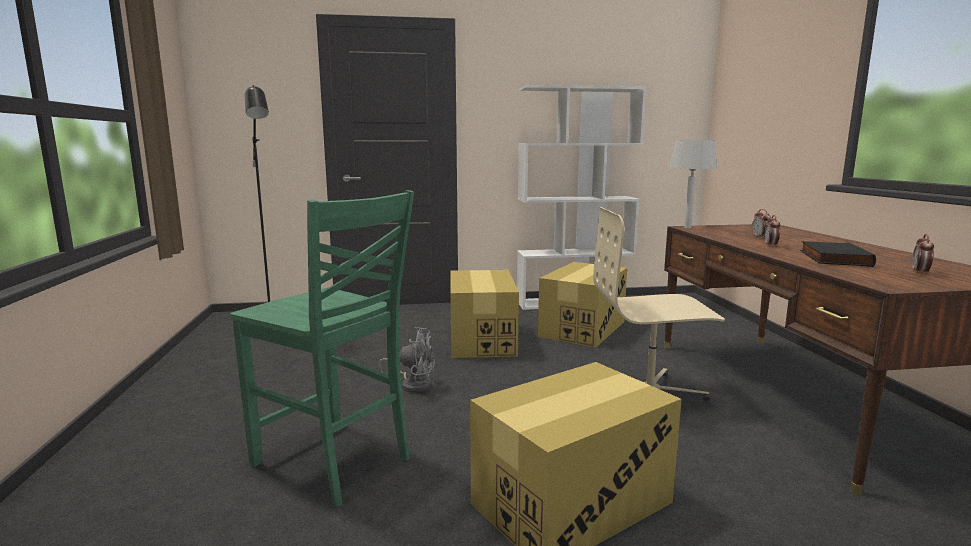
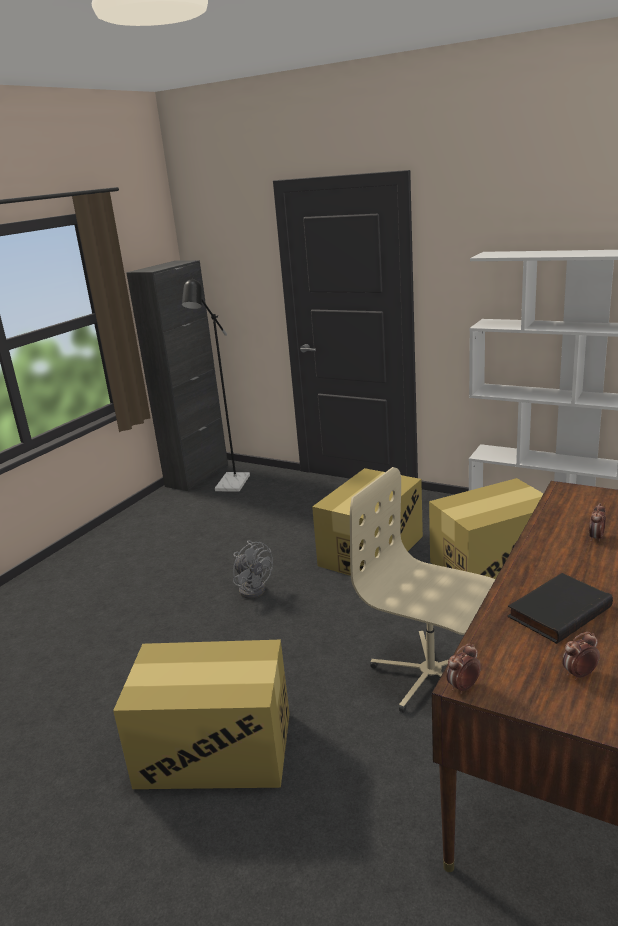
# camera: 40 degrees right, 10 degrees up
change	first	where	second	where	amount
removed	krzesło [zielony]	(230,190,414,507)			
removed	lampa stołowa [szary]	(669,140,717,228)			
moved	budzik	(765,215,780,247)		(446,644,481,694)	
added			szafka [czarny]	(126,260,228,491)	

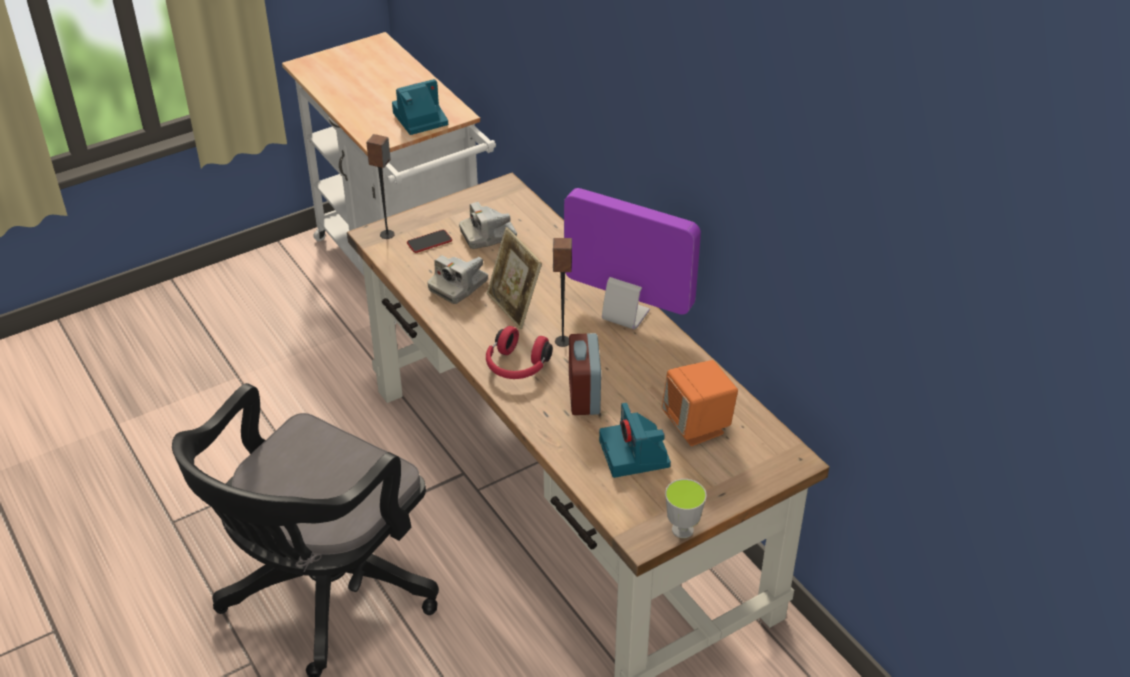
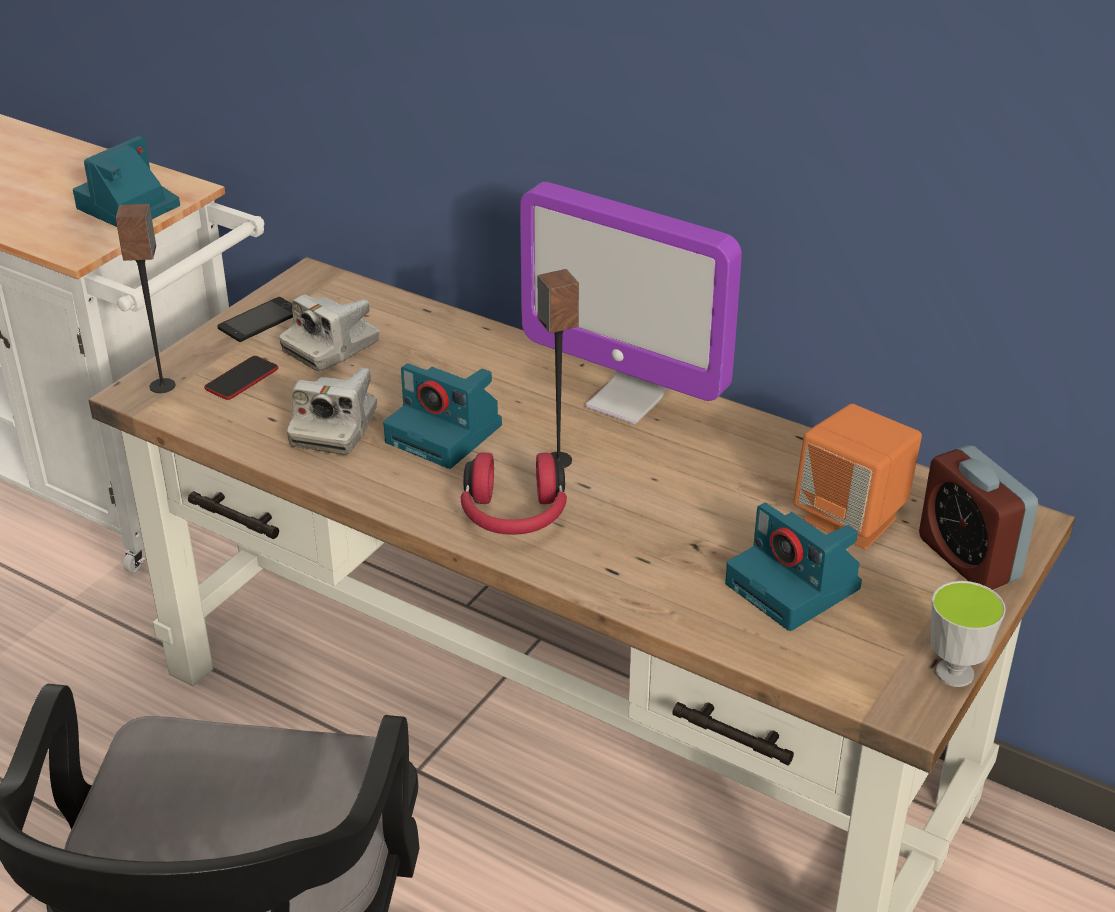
# camera: 25 degrees left, 5 degrees down
change	first	where	second	where	amount
replaced	ramka na zdjęcie	(487,227,542,329)	aparat fotograficzny	(383,363,502,469)	
turned	monitor	(564,188,701,330)		(520,182,742,425)	150 degrees counterclockwise
moved	budzik	(569,333,601,415)		(919,445,1038,590)	
added			telefon	(217,297,293,342)	

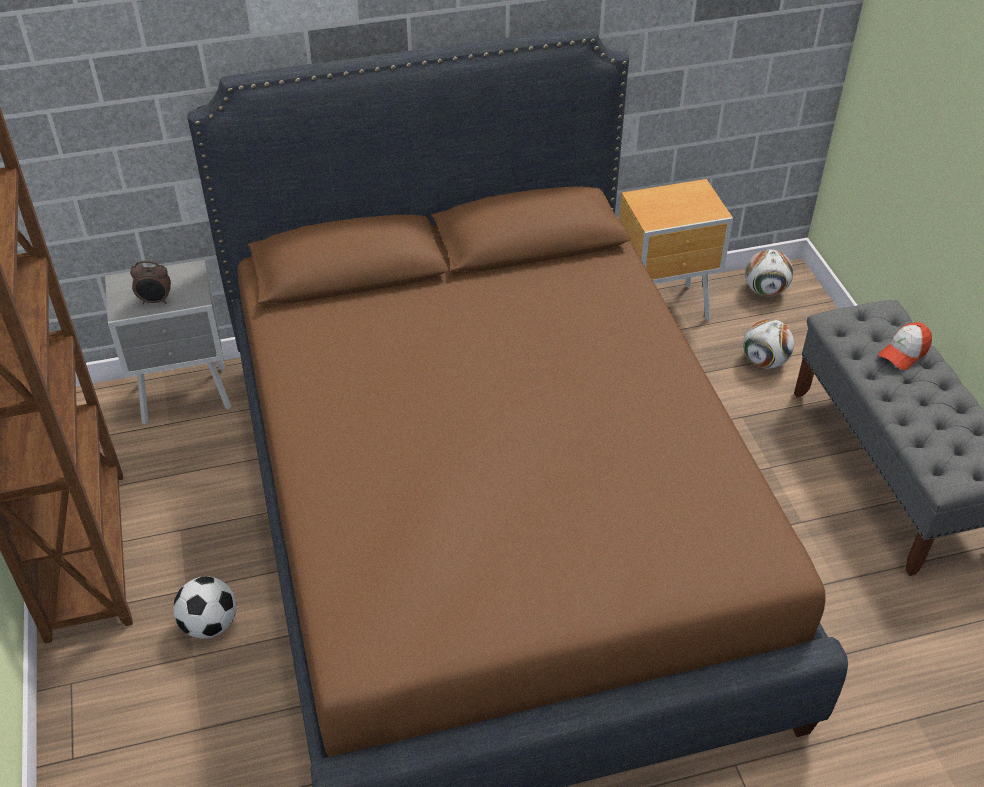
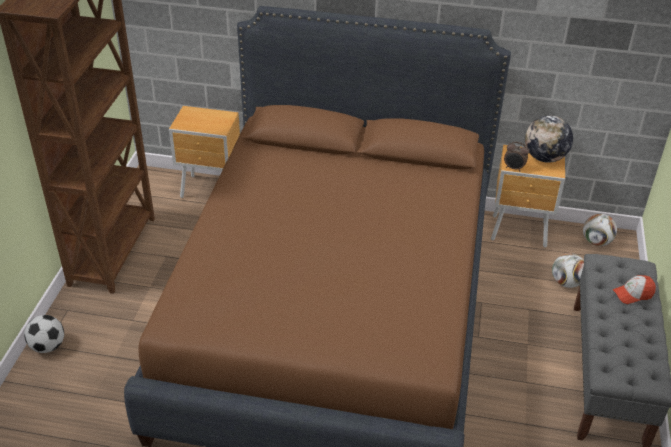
# camera: 25 degrees right, 5 degrees down
change	first	where	second	where	amount
recoloured	szafka nocna [szary]	(105,260,232,425)	szafka nocna [brązowy]	(169,106,240,198)	
moved	budzik	(130,260,171,304)		(504,141,529,171)	
moved	piłka futbolowa	(173,576,236,639)		(24,315,64,353)	
added			globus	(525,115,573,163)	

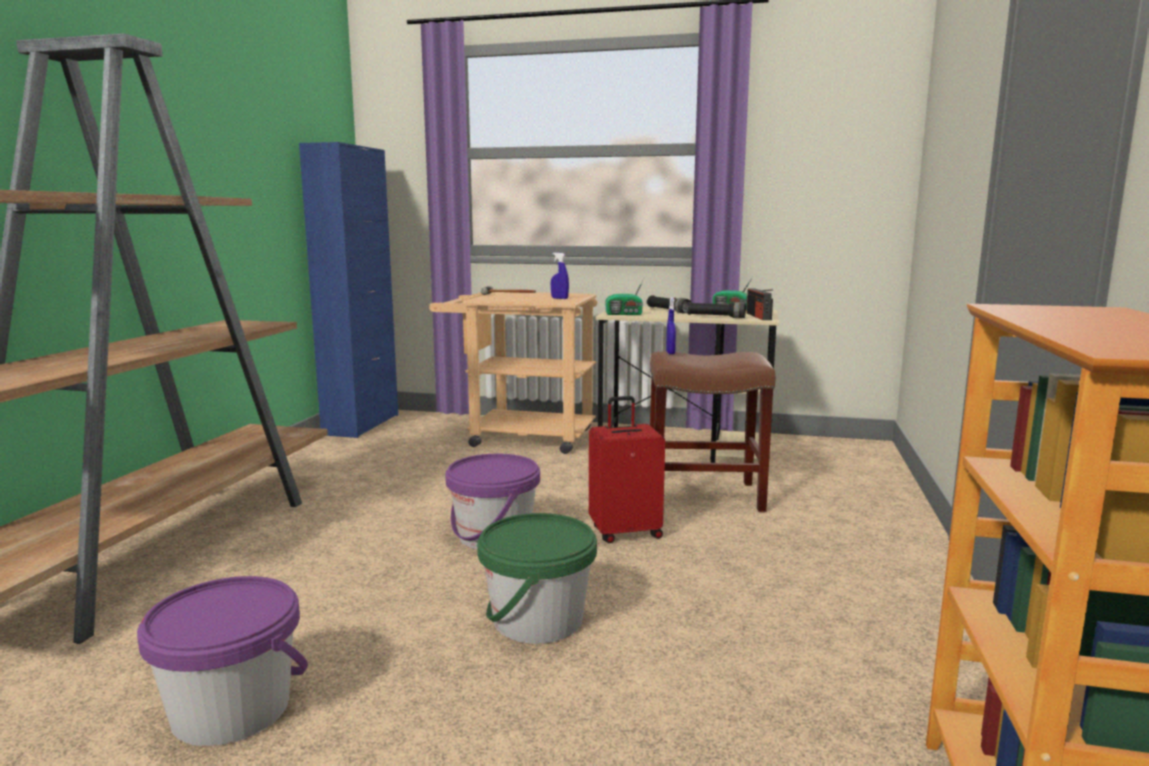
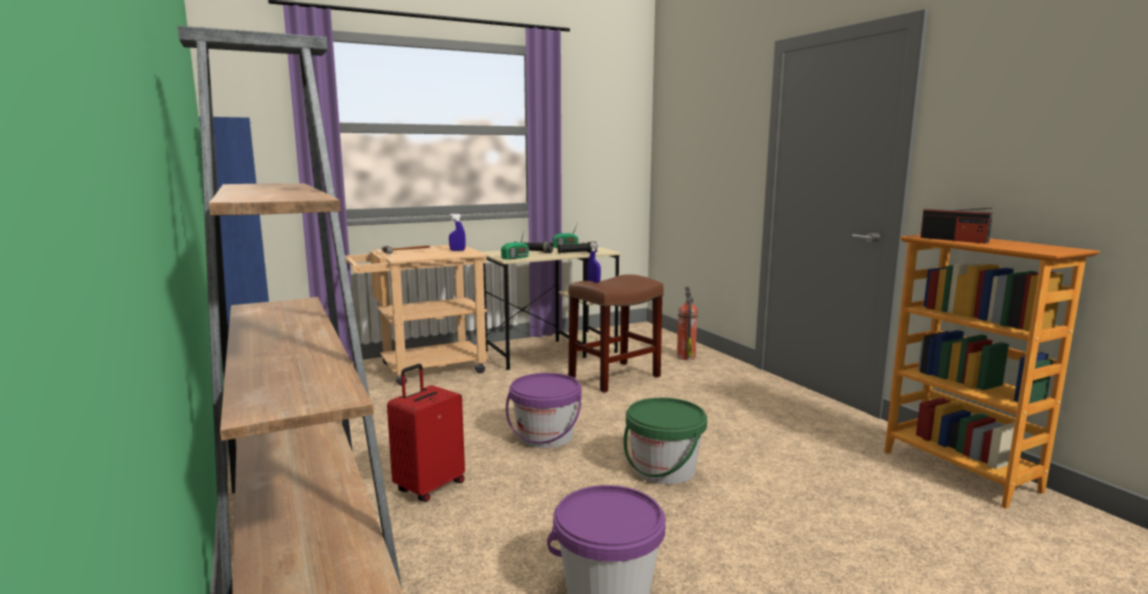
# camera: 40 degrees left, 0 degrees up
change	first	where	second	where	amount
moved	walizka [czerwony]	(589,396,665,543)		(387,364,465,502)	
moved	radio	(747,288,773,320)		(920,207,993,244)	
added			gaśnica	(677,287,698,360)	

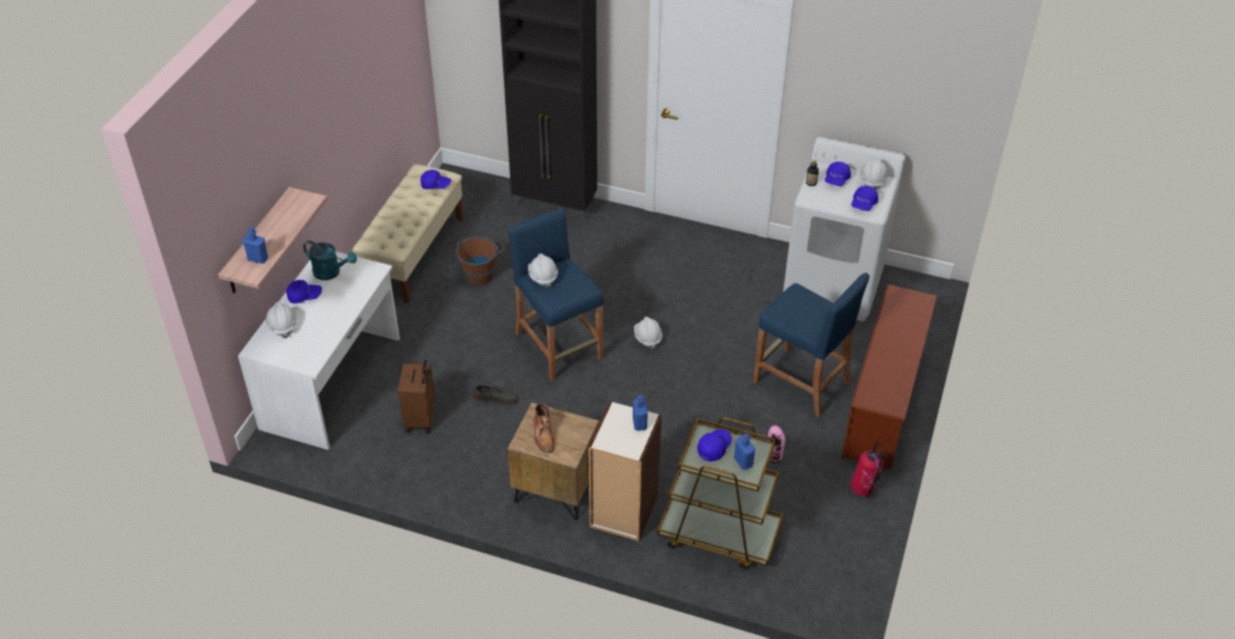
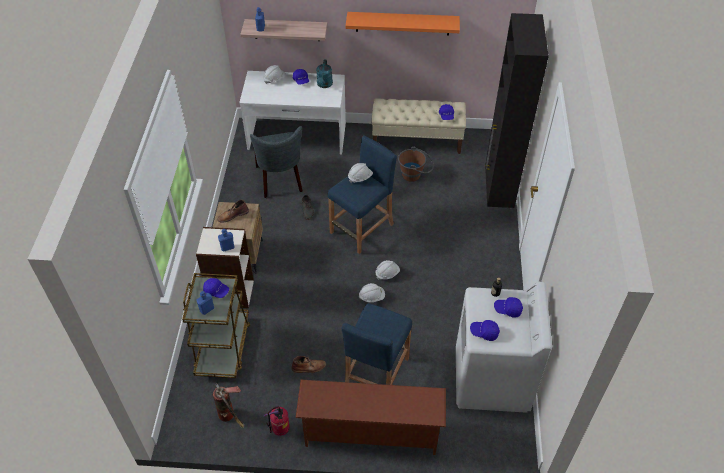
# camera: 75 degrees right, 5 degrees up
change	first	where	second	where	amount
replaced	walizka [brązowy]	(398,359,435,433)	krzesło [szary]	(250,126,302,198)	
recoloured	but z cholewką [różowy]	(768,426,785,464)	but z cholewką [brązowy]	(292,356,326,373)	
moved	kask [biały]	(859,157,888,190)		(359,283,385,302)	
added			gaśnica	(213,383,245,428)	
added			półka [pomarańczowy]	(346,12,460,36)	

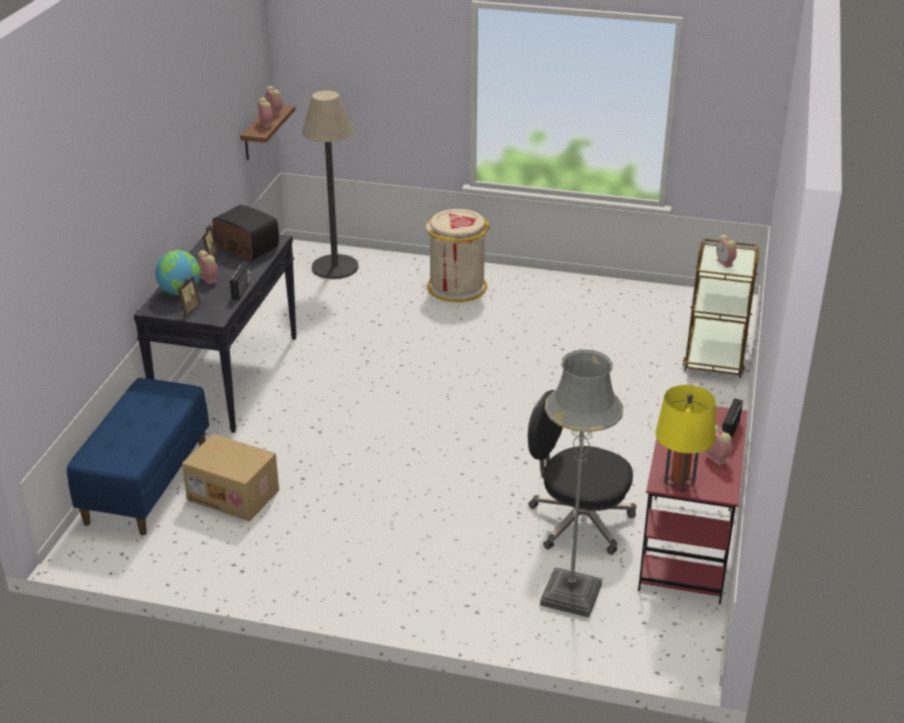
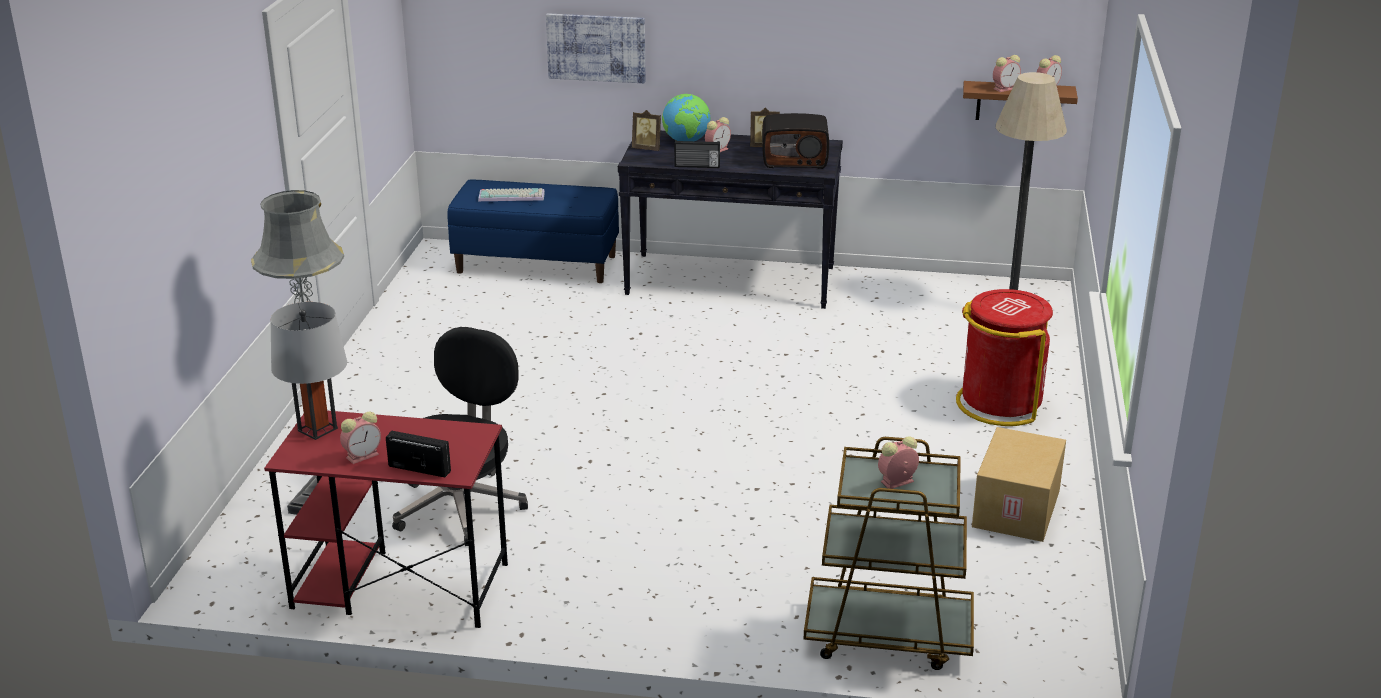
# camera: 85 degrees right, 5 degrees down
change	first	where	second	where	amount
moved	karton	(182,434,279,521)		(972,427,1066,542)	
turned	radio	(213,205,279,261)		(762,113,829,169)	60 degrees clockwise
recoloured	kosz na śmieci [beżowy]	(425,209,490,302)	kosz na śmieci [czerwony]	(956,289,1053,426)	
recoloured	lampa stołowa [żółty]	(655,385,715,492)	lampa stołowa [szary]	(270,302,347,440)	
added			klawiatura	(478,188,545,201)	
added			obraz	(546,13,646,83)	

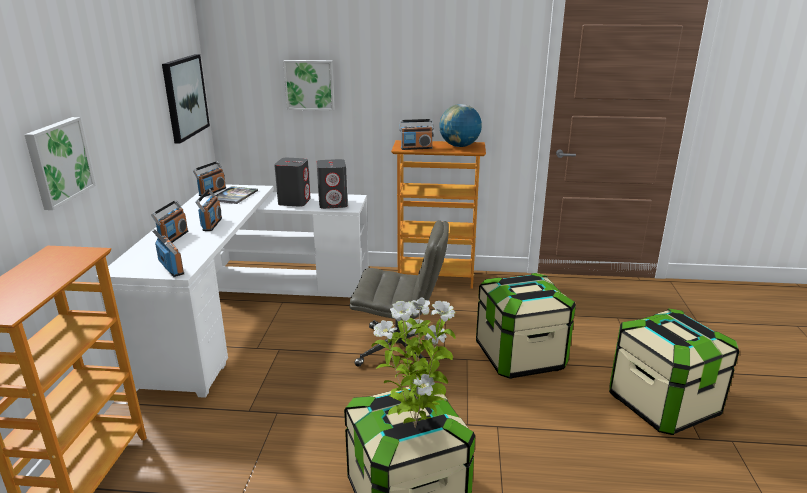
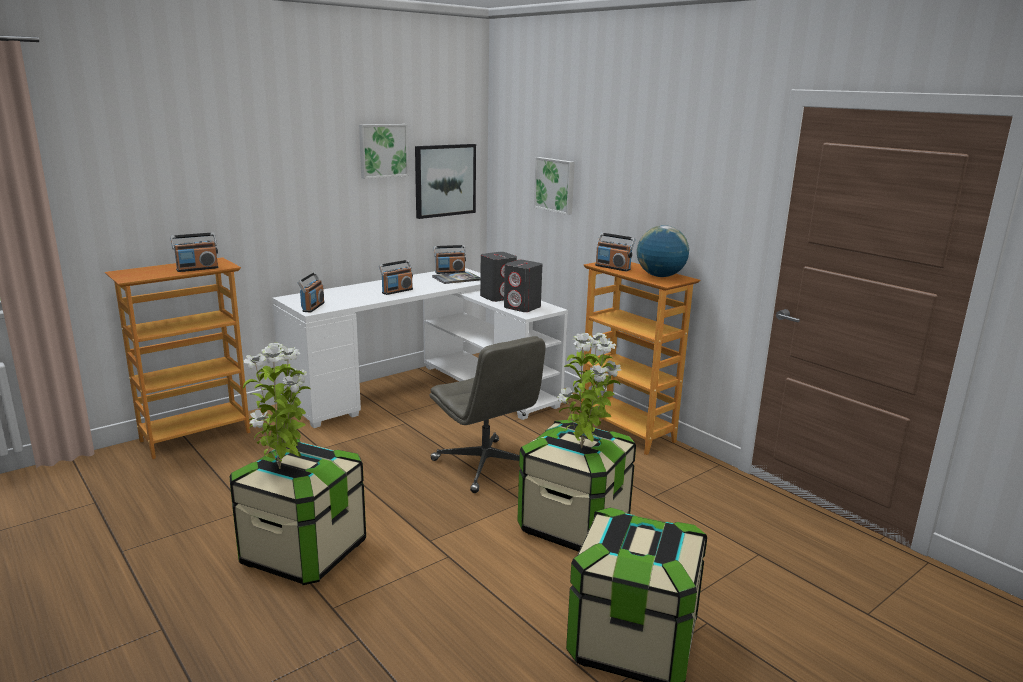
# camera: 45 degrees right, 5 degrees down
change	first	where	second	where	amount
moved	obraz	(24,117,96,210)		(359,124,409,179)	
moved	radio	(151,200,188,243)		(171,232,219,272)	
added			roślina doniczkowa	(557,333,621,448)	

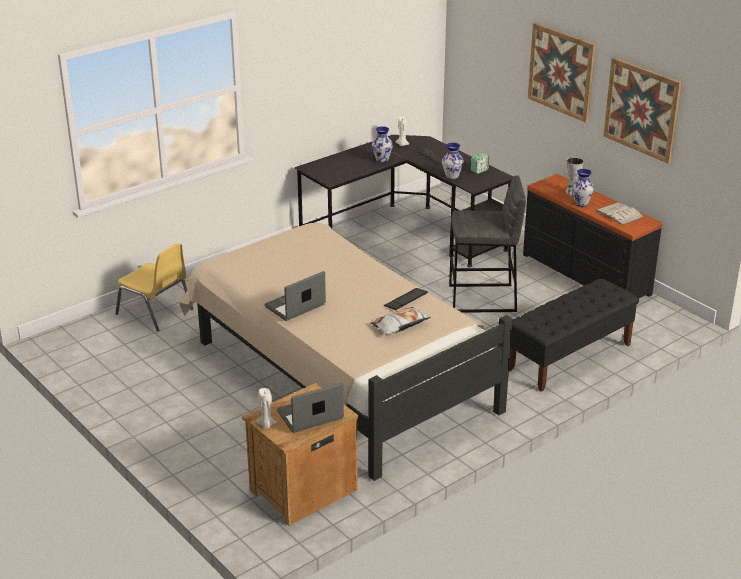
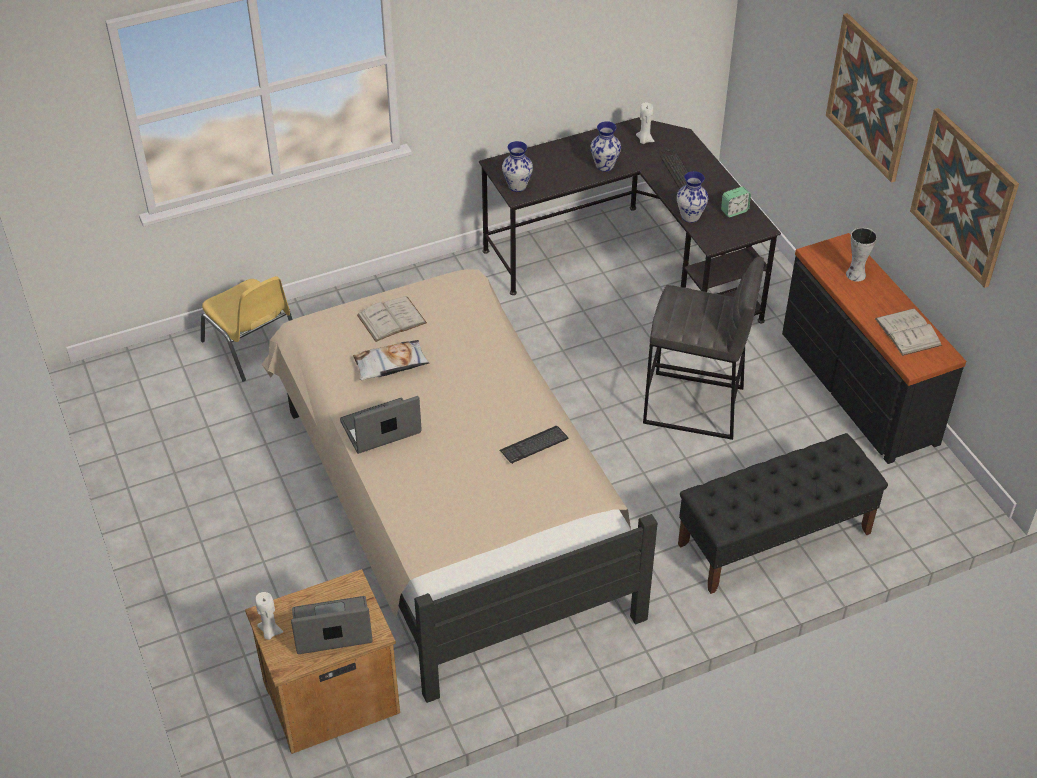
# camera: 15 degrees right, 15 degrees up
change	first	where	second	where	amount
moved	poduszka	(370,307,431,335)		(353,340,430,380)	
moved	wazon	(571,169,594,207)		(502,141,533,192)	
added			książka [biały]	(357,296,427,342)	

